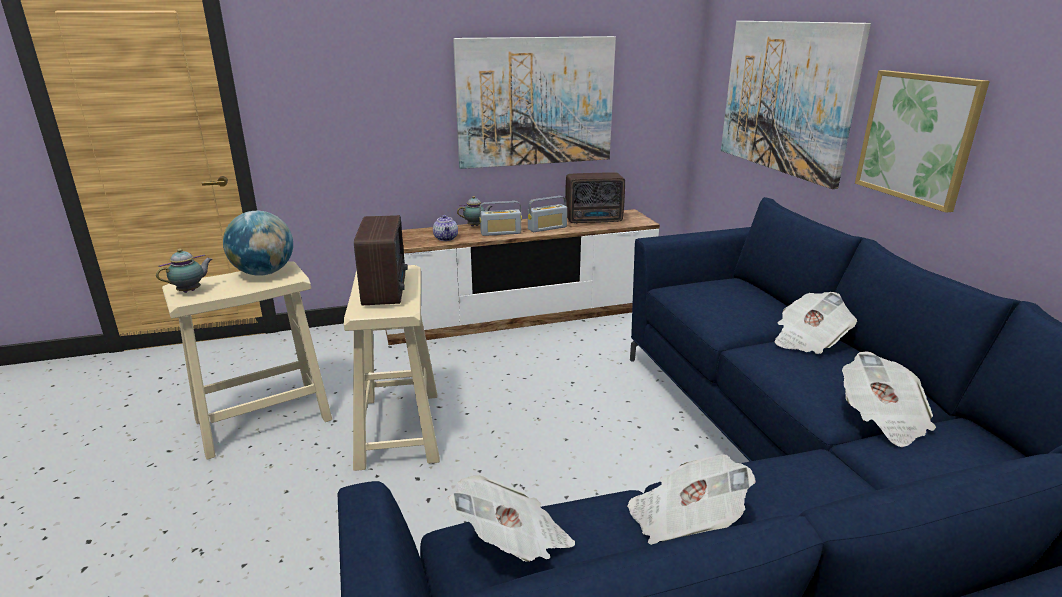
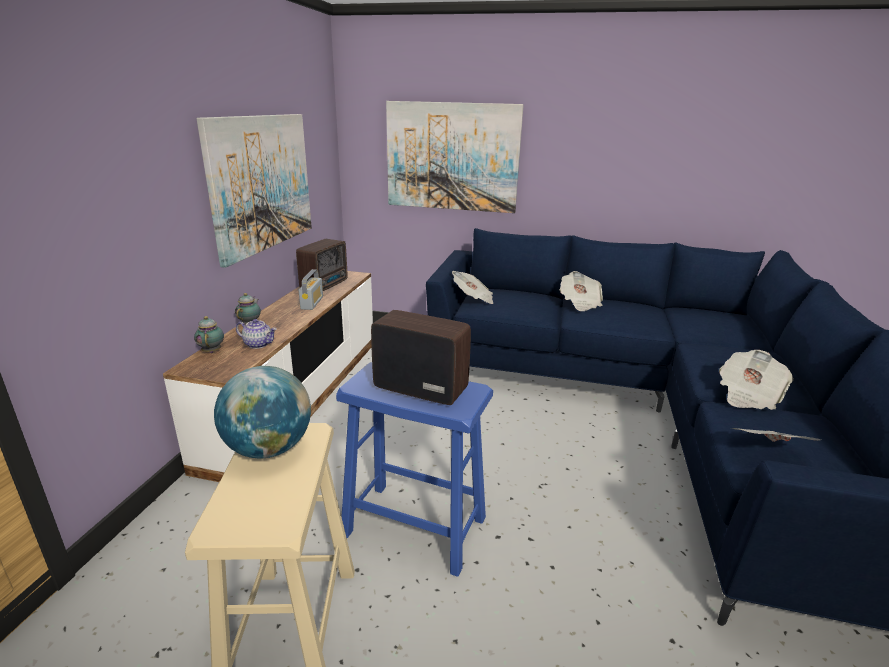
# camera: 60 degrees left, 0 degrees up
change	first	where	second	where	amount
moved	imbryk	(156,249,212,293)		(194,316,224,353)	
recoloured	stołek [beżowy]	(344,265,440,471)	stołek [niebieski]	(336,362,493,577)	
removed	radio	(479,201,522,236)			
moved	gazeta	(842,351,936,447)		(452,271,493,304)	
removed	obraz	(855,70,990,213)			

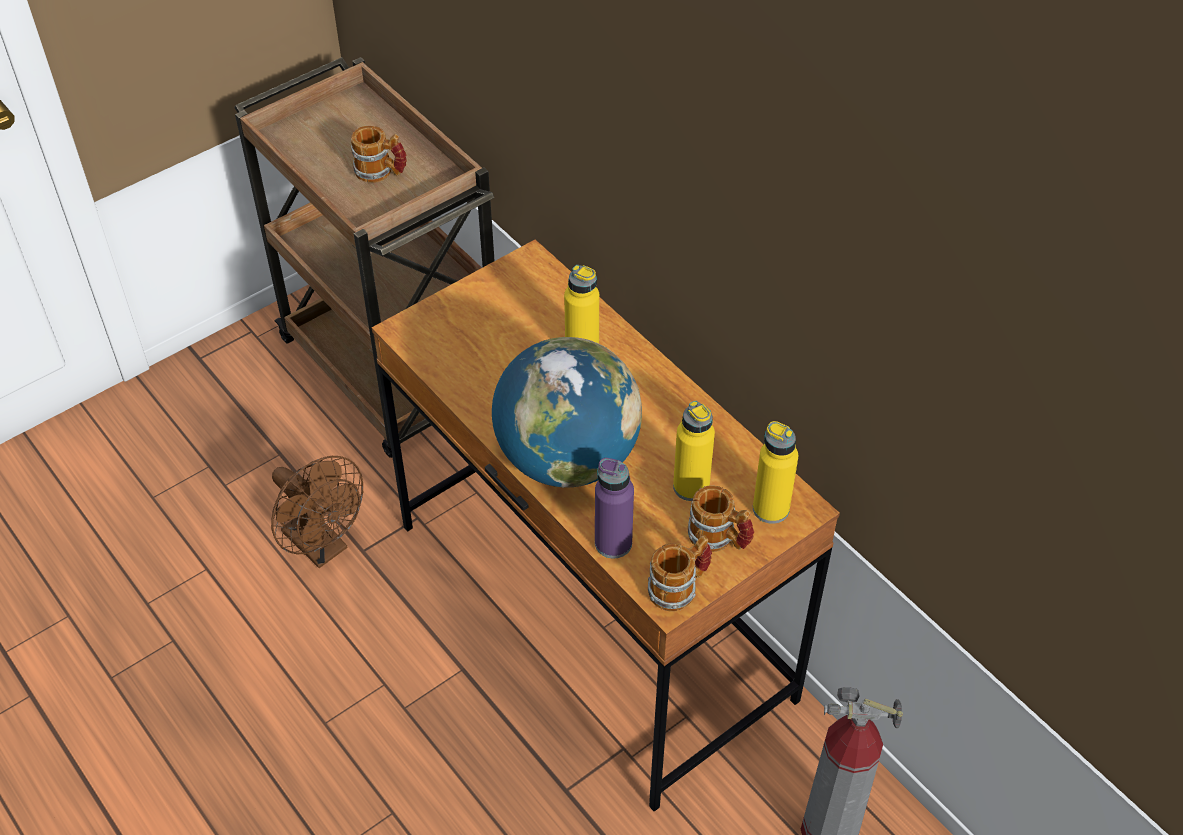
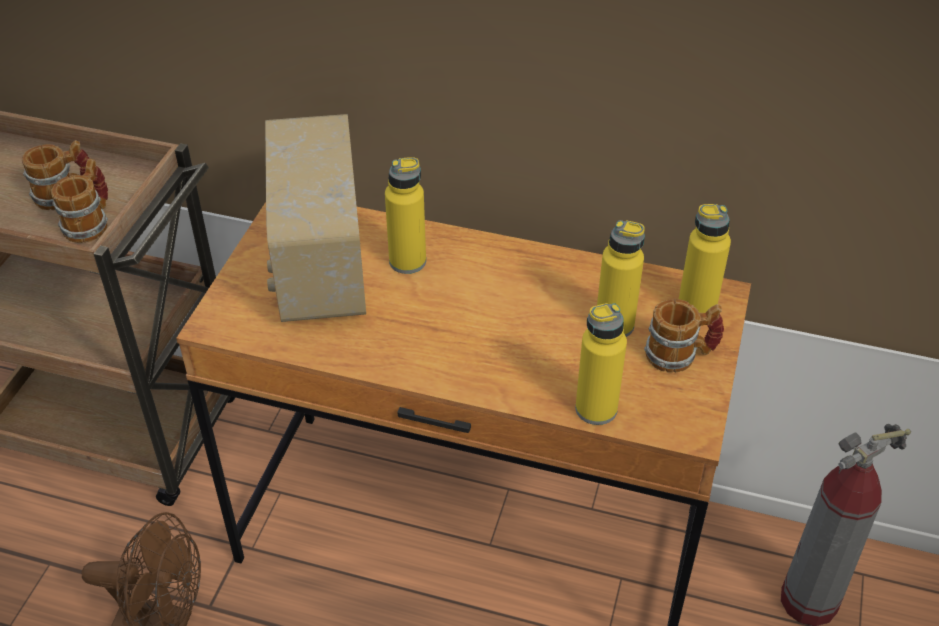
# camera: 35 degrees left, 5 degrees down
change	first	where	second	where	amount
removed	globus	(492,337,642,488)			
recoloured	butelka [fioletowy]	(595,458,634,558)	butelka [żółty]	(575,303,627,425)	
moved	kubek	(648,536,712,612)		(51,158,108,243)	
added			radio	(265,114,366,322)	

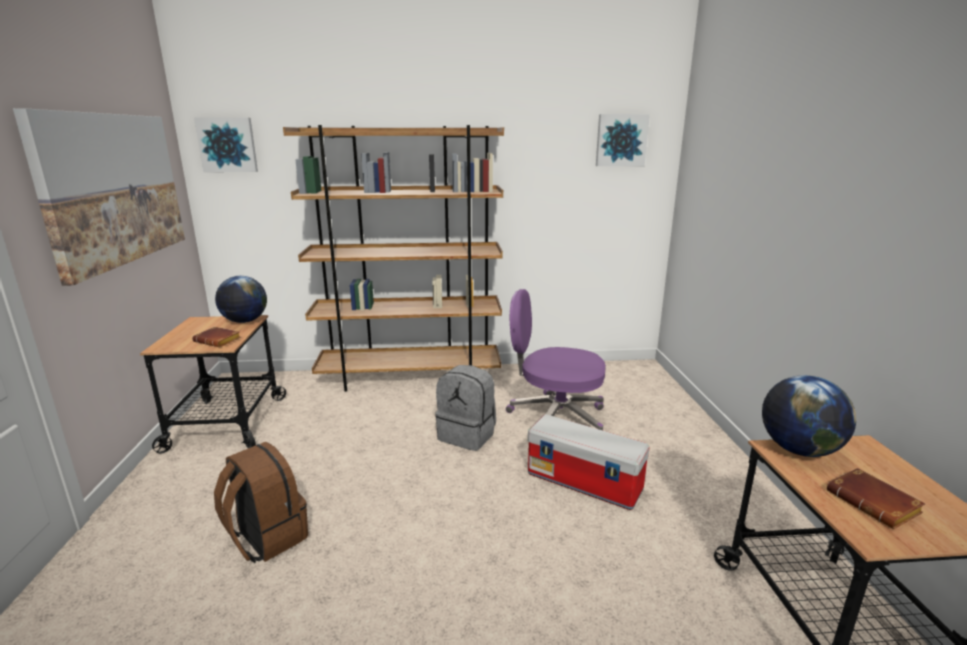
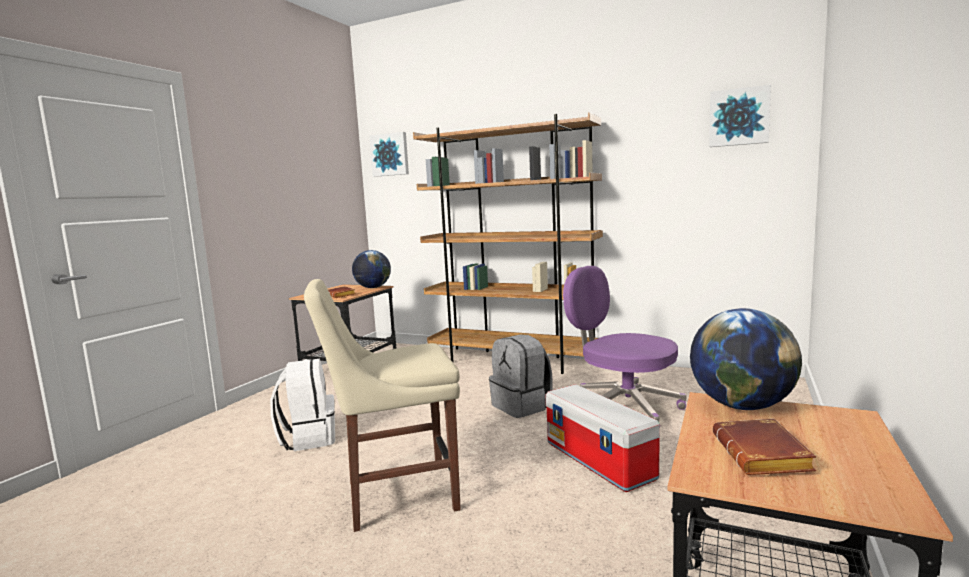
# camera: 30 degrees right, 10 degrees down
change	first	where	second	where	amount
removed	obraz	(13,108,185,286)			
recoloured	plecak [brązowy]	(214,442,308,563)	plecak [biały]	(270,359,335,451)	
added			krzesło [beżowy]	(304,279,461,532)	

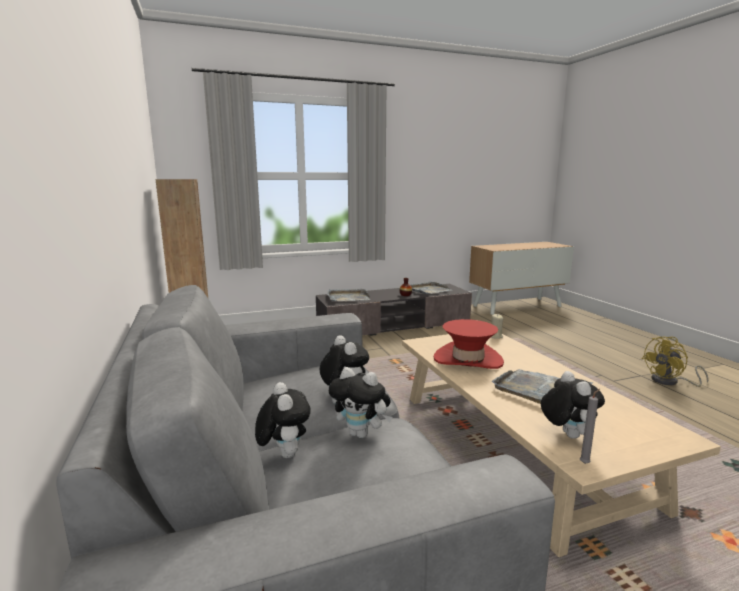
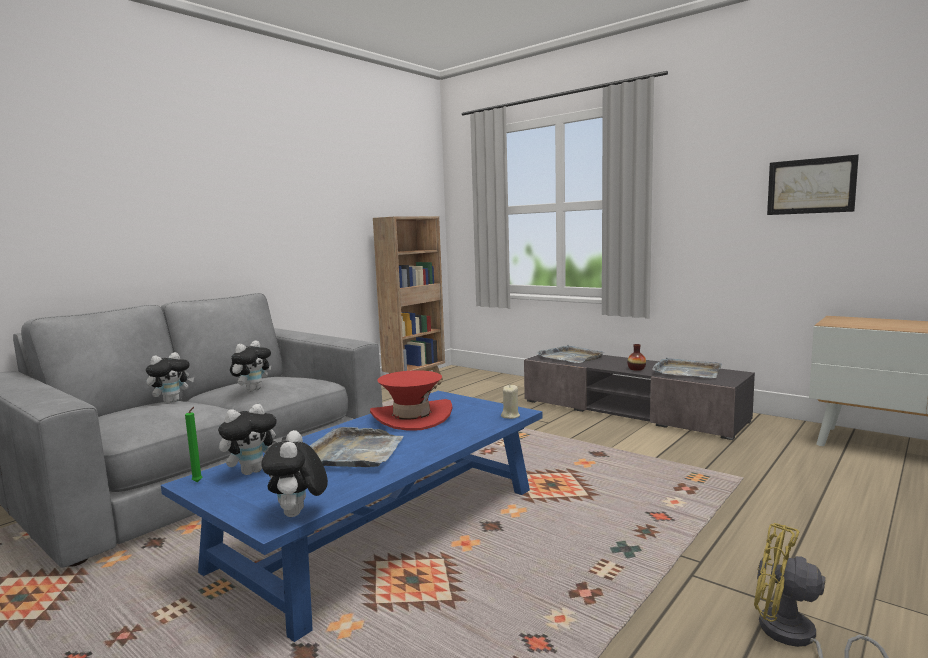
# camera: 60 degrees right, 5 degrees down
change	first	where	second	where	amount
moved	pluszak	(329,367,392,438)		(261,430,328,517)	
recoloured	ława [beżowy]	(402,334,721,557)	ława [niebieski]	(161,391,543,642)	
recoloured	świeca [szary]	(580,389,600,464)	świeca [zielony]	(185,407,202,482)	
added			obraz	(767,155,859,215)	

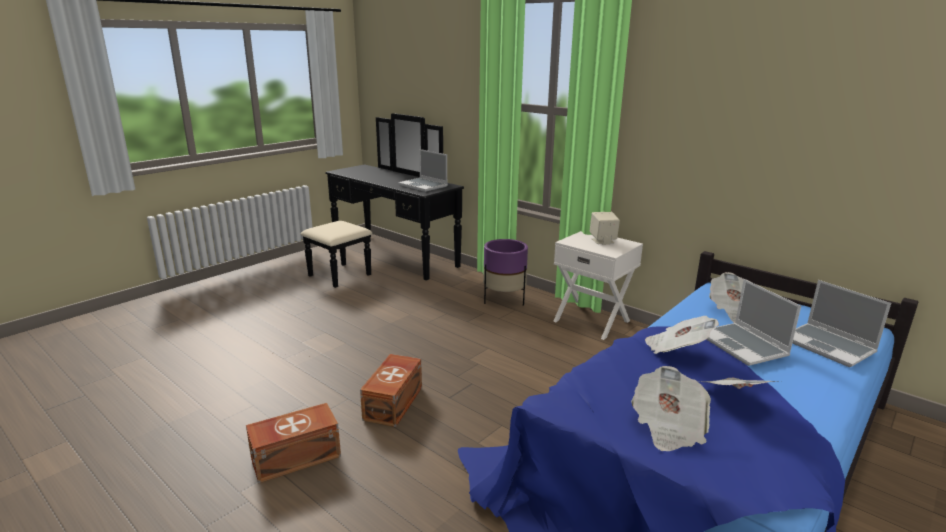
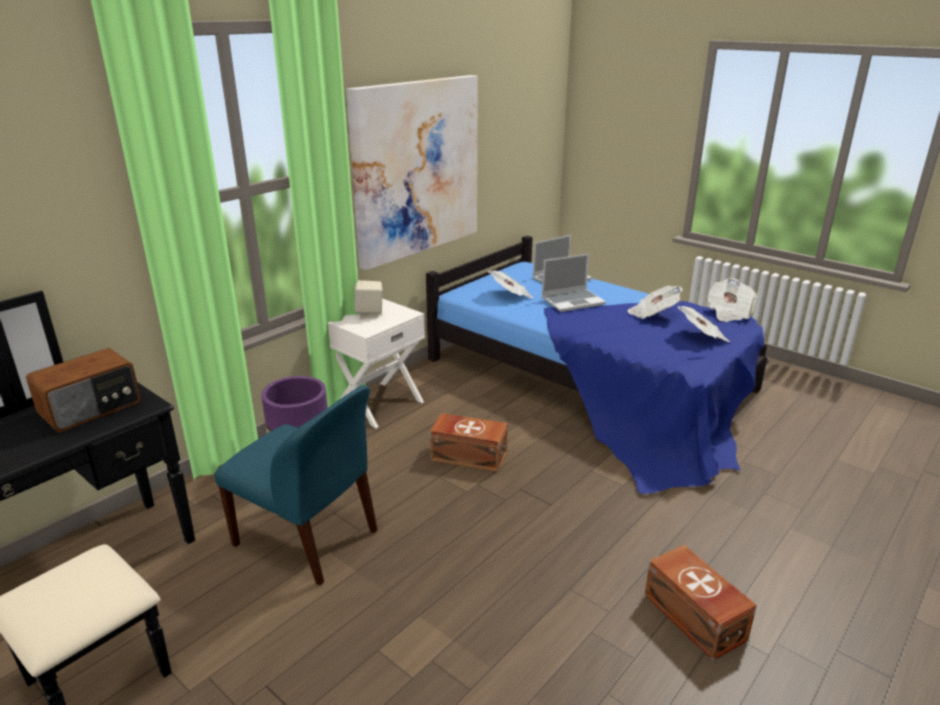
# camera: 90 degrees left, 5 degrees up
change	first	where	second	where	amount
moved	pojemnik do przechowywania [brązowy]	(360,354,422,427)		(430,413,508,472)	
replaced	laptop	(398,149,448,192)	radio	(26,348,141,432)	
moved	gazeta	(645,316,719,354)		(707,278,757,322)	
added			krzesło [niebieski]	(214,385,378,585)	
added			obraz	(346,75,478,270)	

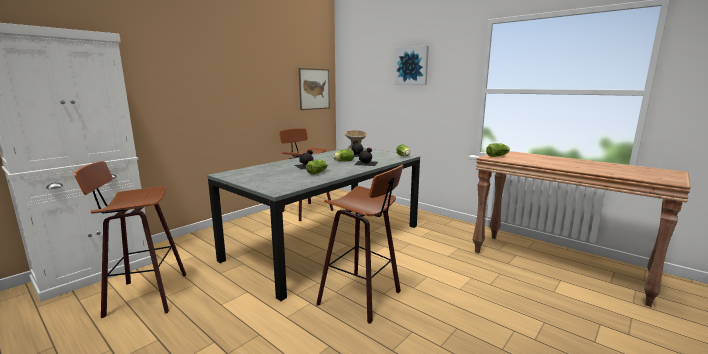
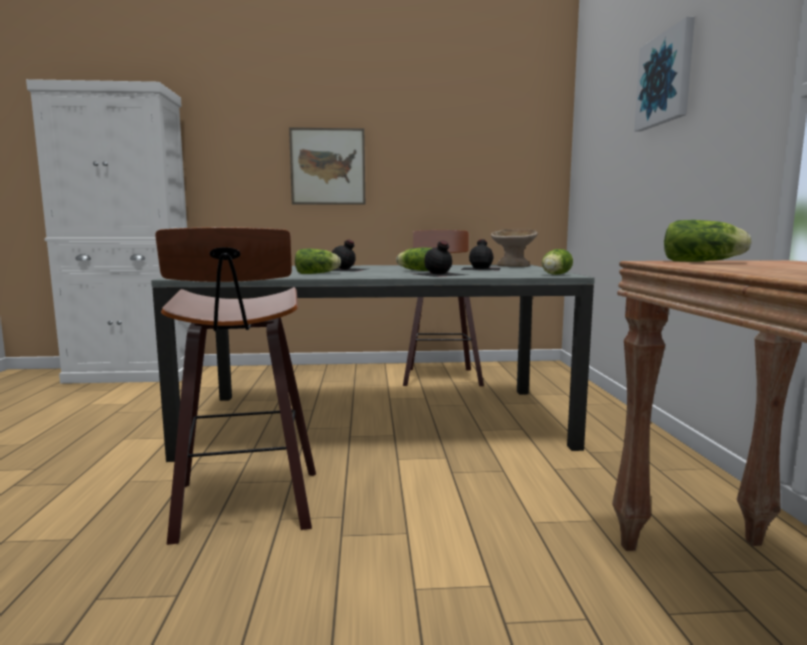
# camera: 45 degrees right, 5 degrees down
change	first	where	second	where	amount
removed	stołek	(74,161,186,318)			
moved	obraz	(299,68,330,110)		(289,127,365,205)	

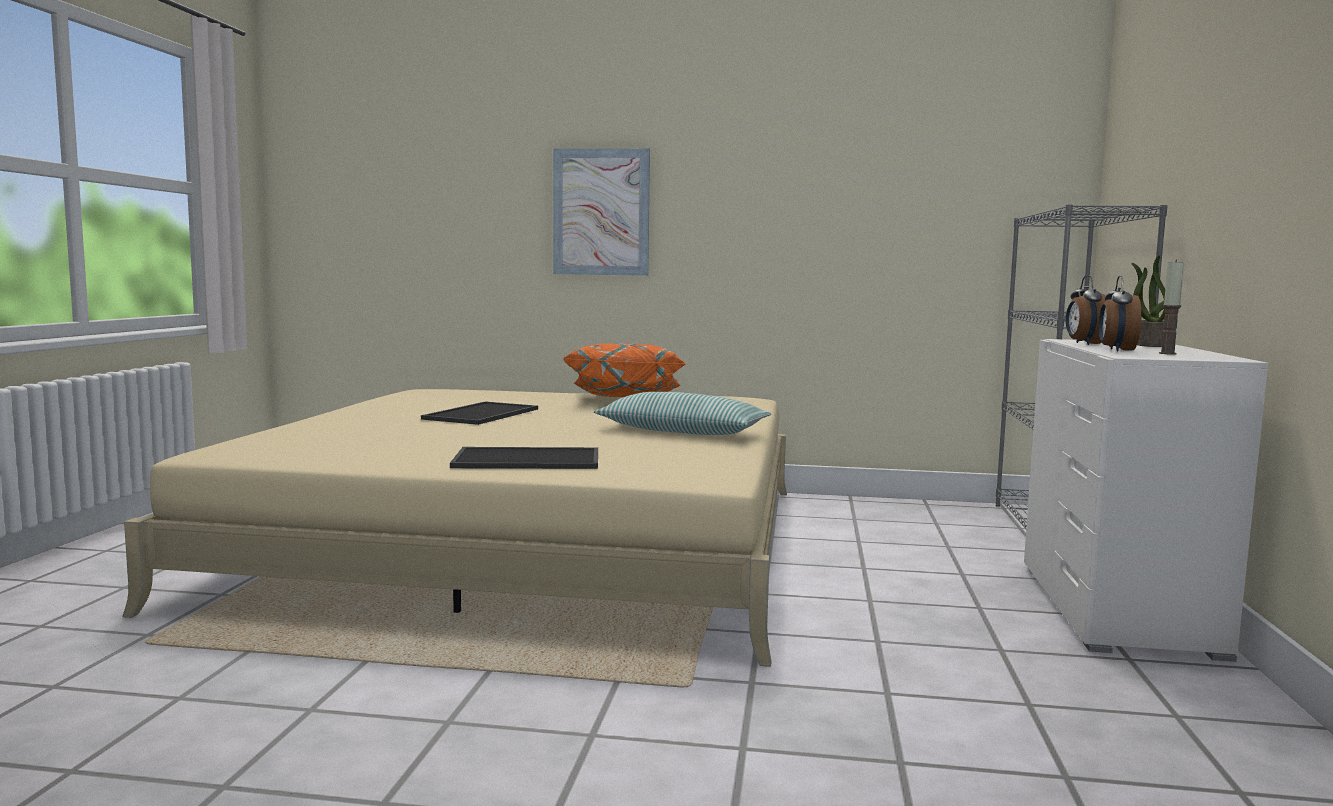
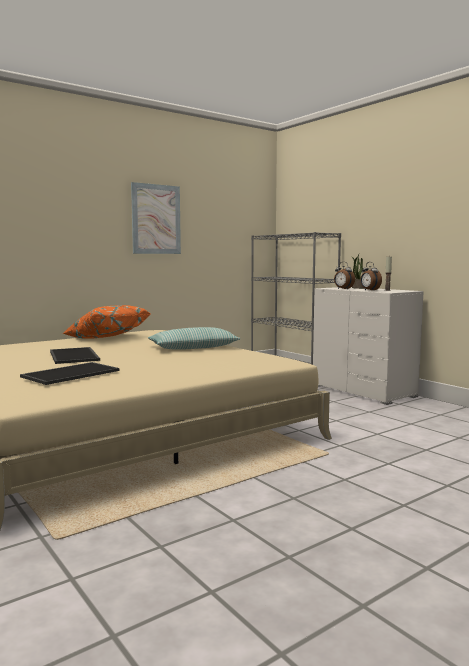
# camera: 45 degrees left, 0 degrees up
change	first	where	second	where	amount
moved	taca	(450,447,598,469)		(20,362,119,385)	
moved	obraz	(553,148,650,276)		(131,182,181,254)	

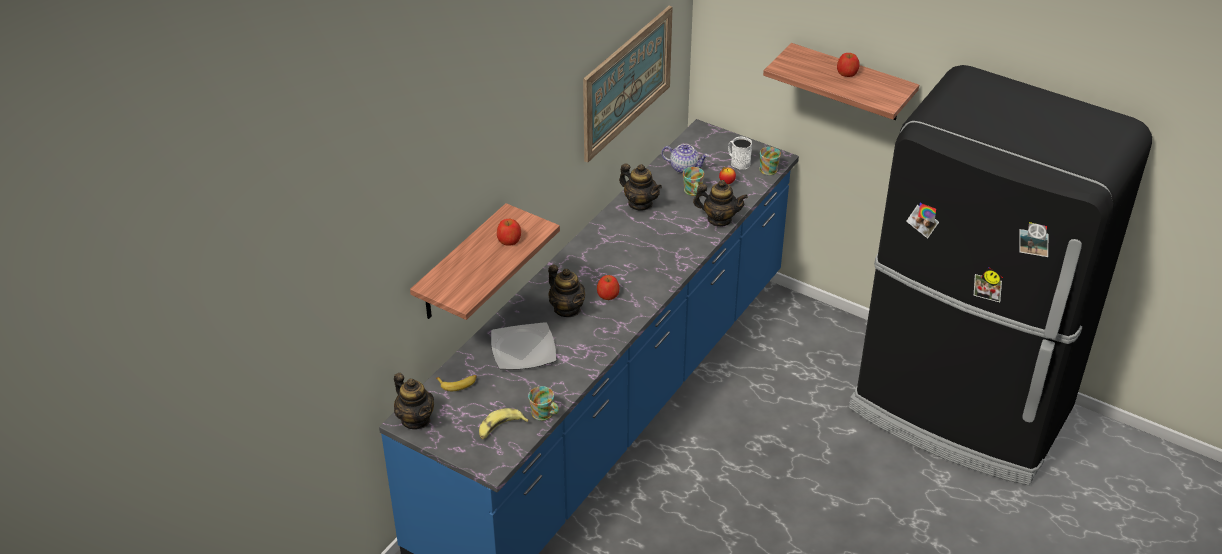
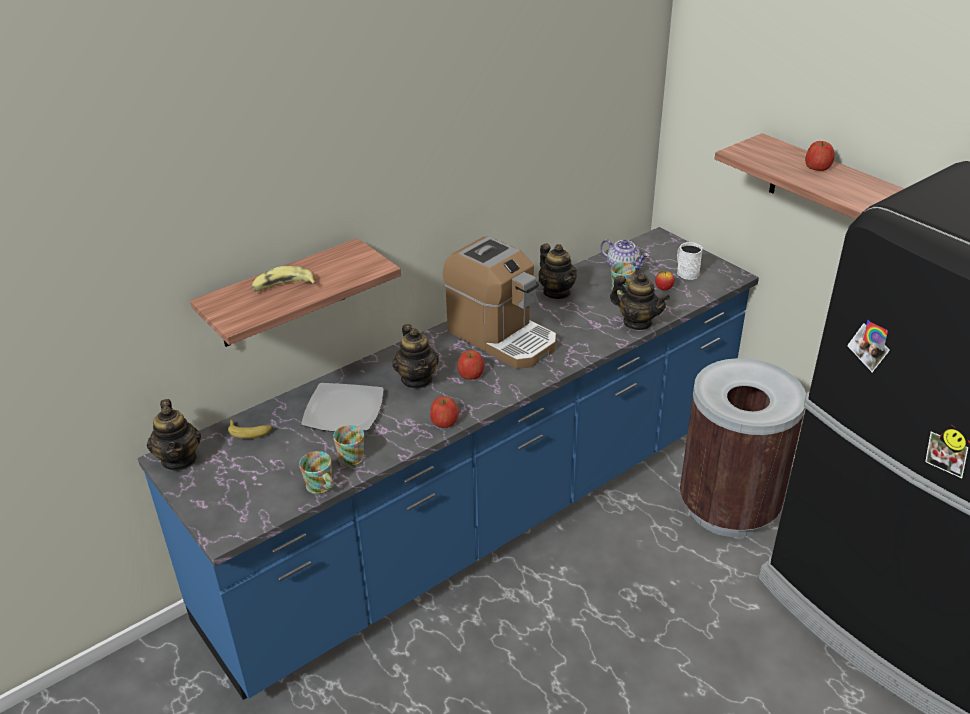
# camera: 20 degrees right, 5 degrees down
change	first	where	second	where	amount
moved	banan	(479,408,529,440)		(252,266,316,291)	
moved	jabłko	(497,219,521,246)		(430,397,459,428)	
removed	obraz	(583,6,673,163)			
moved	kubek	(759,147,781,175)		(333,425,364,467)	
added			ekspres do kawy	(443,236,556,369)	
added			kosz na śmieci [brązowy]	(680,358,806,537)	

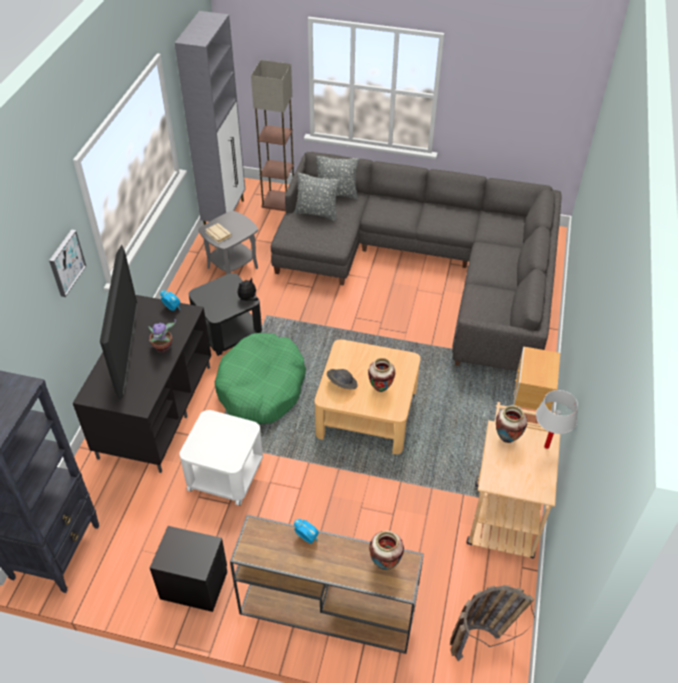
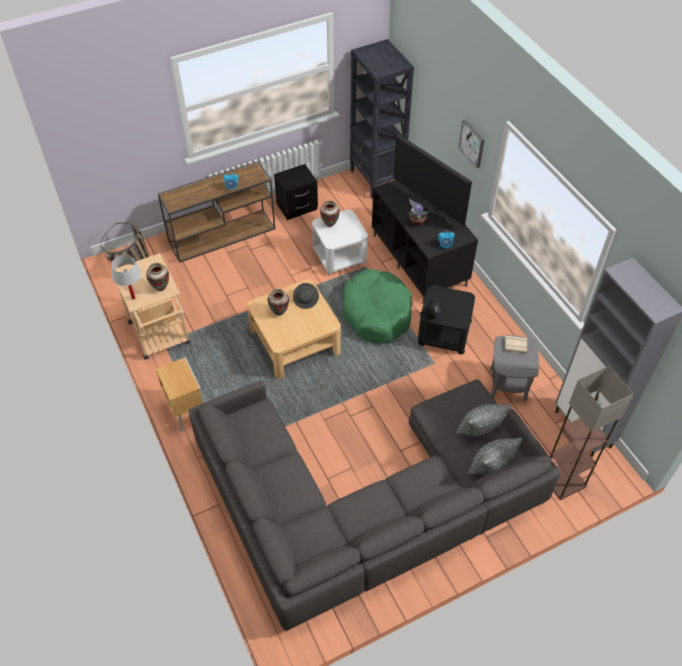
# camera: 140 degrees right, 5 degrees up
change	first	where	second	where	amount
moved	wazon	(369,531,404,570)		(320,200,340,227)	

